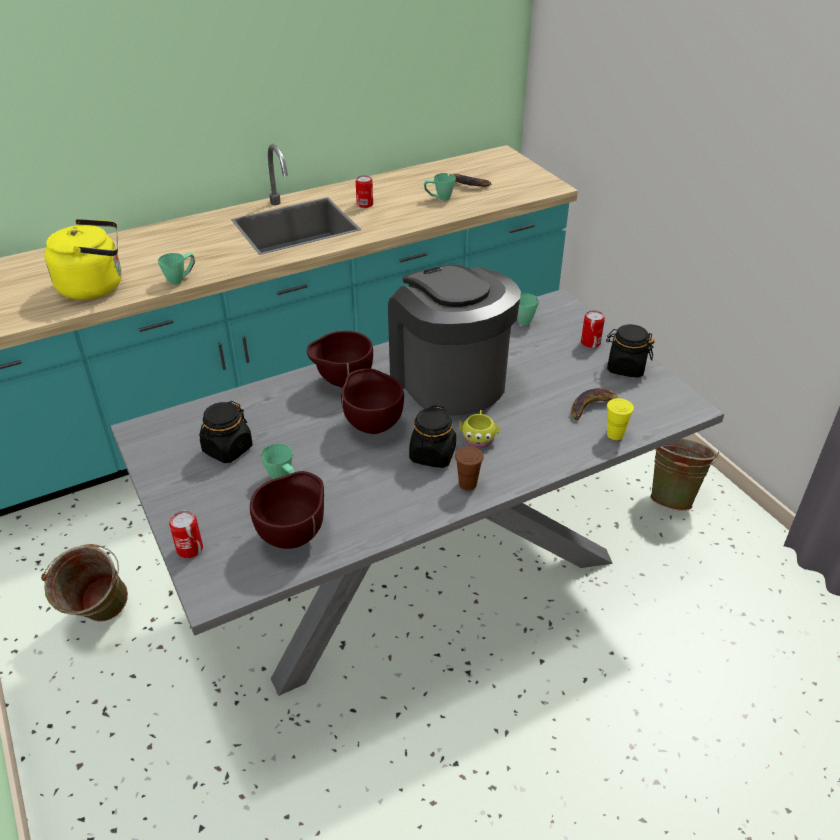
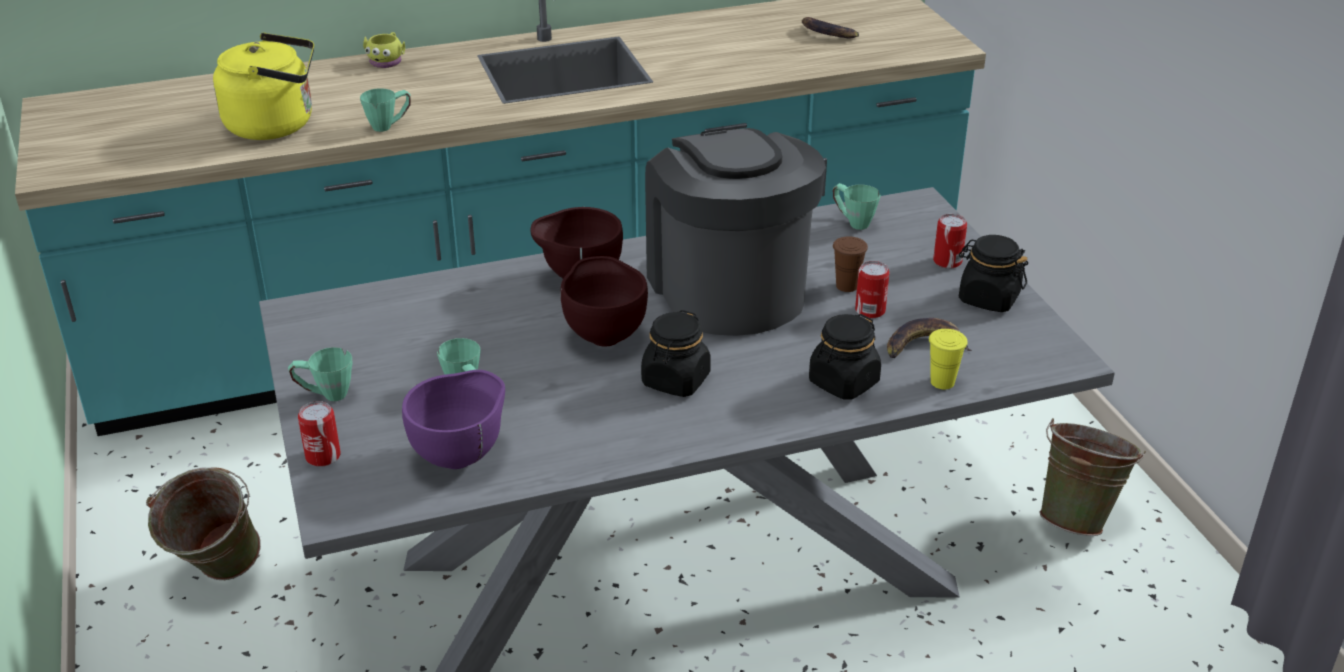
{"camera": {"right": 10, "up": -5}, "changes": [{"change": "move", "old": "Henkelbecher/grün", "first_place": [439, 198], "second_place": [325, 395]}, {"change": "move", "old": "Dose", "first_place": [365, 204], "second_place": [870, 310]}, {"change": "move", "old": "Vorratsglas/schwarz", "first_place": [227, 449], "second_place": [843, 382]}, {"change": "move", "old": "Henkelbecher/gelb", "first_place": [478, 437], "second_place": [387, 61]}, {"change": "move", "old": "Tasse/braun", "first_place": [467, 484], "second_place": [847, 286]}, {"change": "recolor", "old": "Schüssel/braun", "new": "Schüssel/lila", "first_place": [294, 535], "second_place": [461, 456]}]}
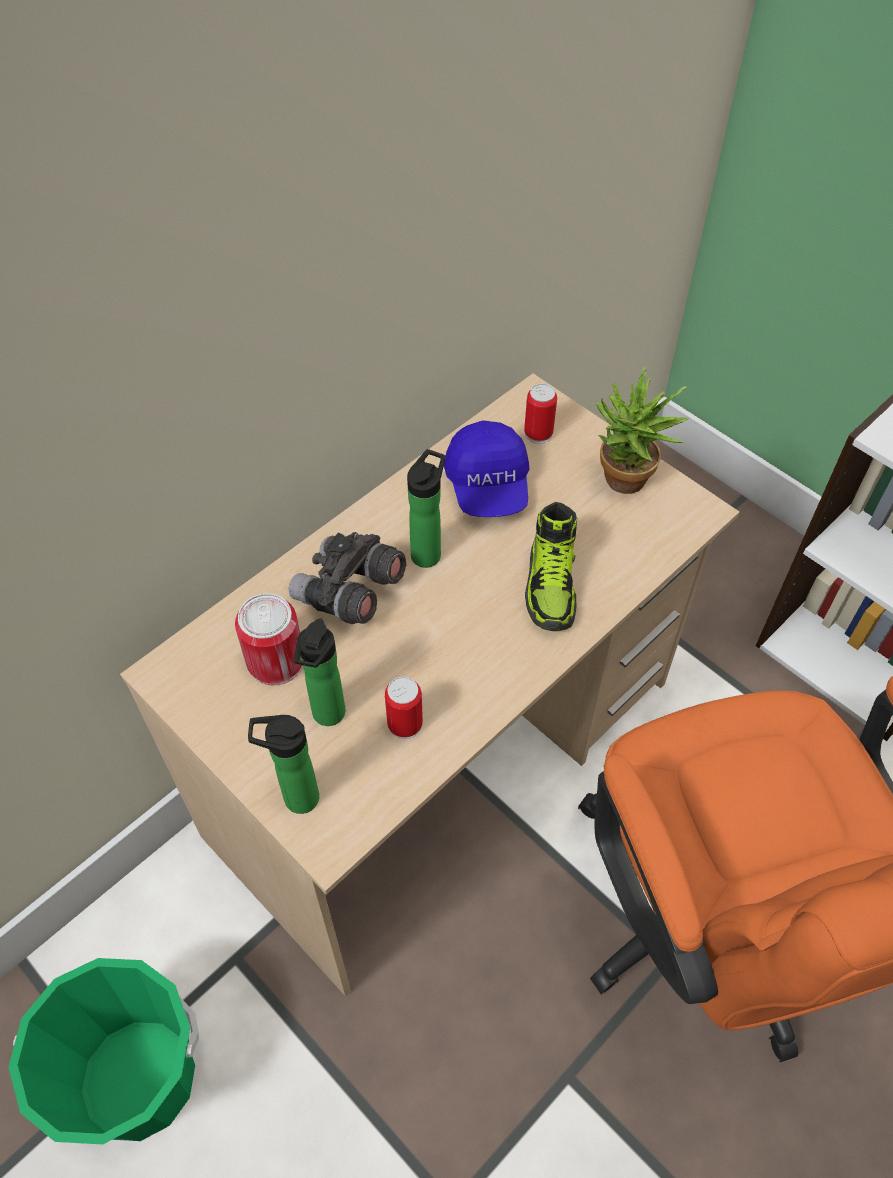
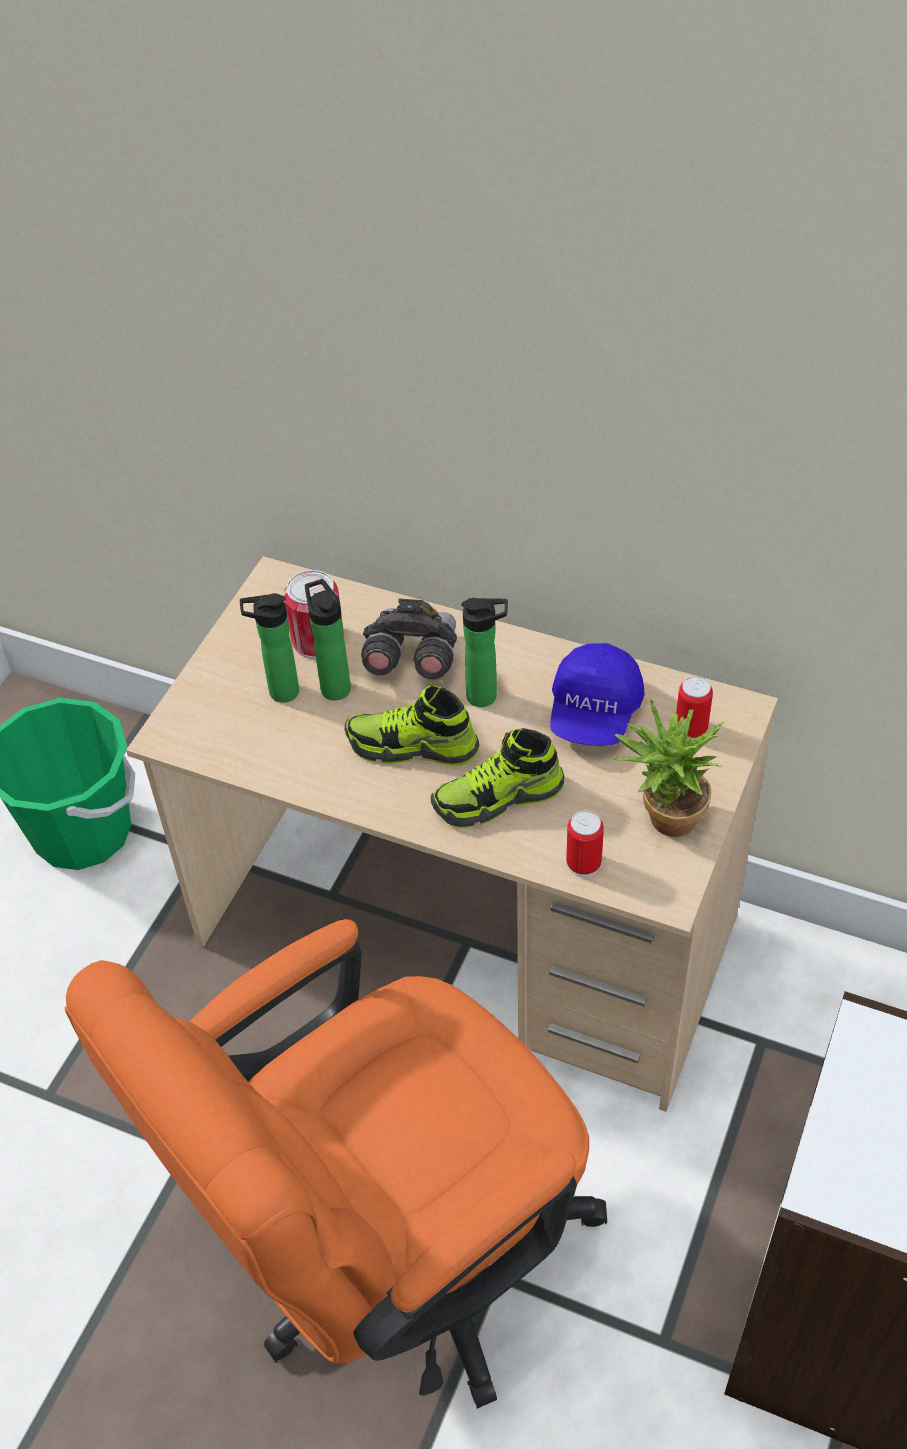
{"camera": {"right": 70, "up": -5}, "changes": [{"change": "rotate", "old": "Kappe/blau", "first_place": [488, 486], "second_place": [594, 713], "degrees": -45}, {"change": "move", "old": "Dose", "first_place": [405, 724], "second_place": [583, 863]}, {"change": "move", "old": "Flasche", "first_place": [295, 798], "second_place": [334, 686]}, {"change": "insert", "new": "Schuh", "second_place": [412, 747]}]}
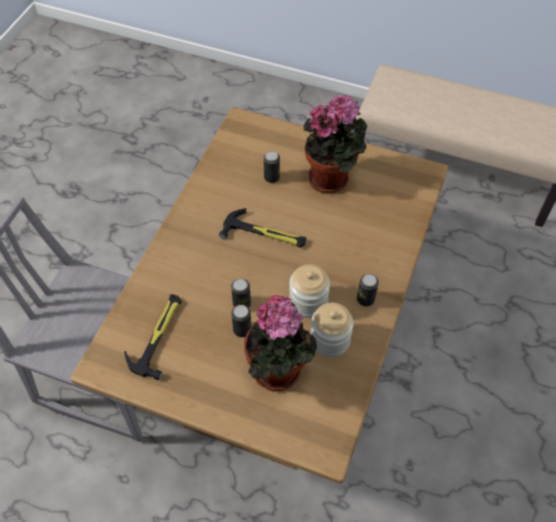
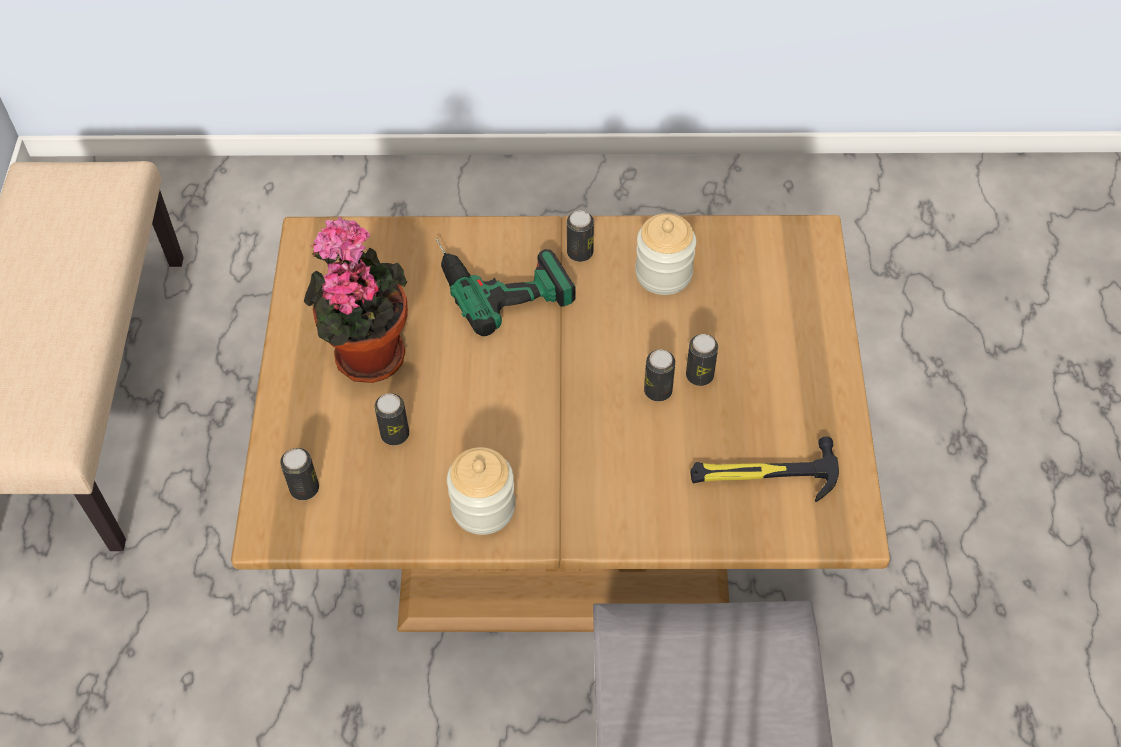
{"camera": {"right": -110, "up": 0}, "changes": [{"change": "delete", "old": "Hammer", "first_place": [265, 234]}, {"change": "move", "old": "Vorratsglas", "first_place": [308, 302], "second_place": [483, 507]}, {"change": "delete", "old": "Topfpflanze", "first_place": [280, 373]}, {"change": "insert", "new": "Bohrmaschine", "second_place": [499, 277]}, {"change": "insert", "new": "Dose", "second_place": [304, 488]}]}
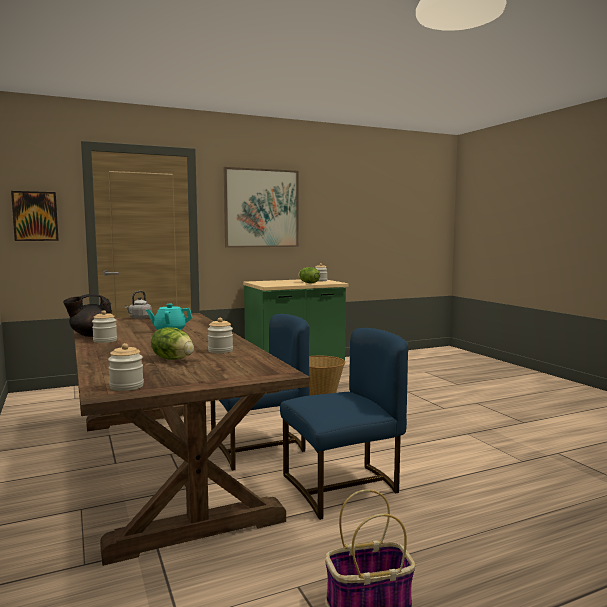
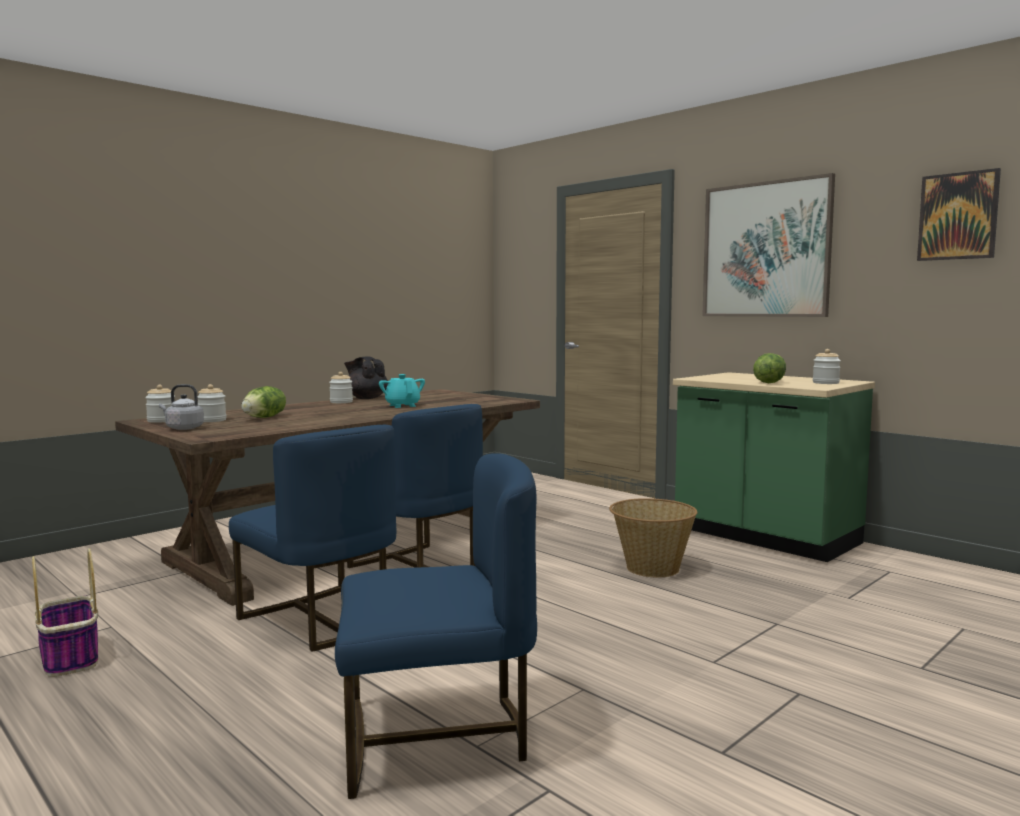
{"camera": {"right": 70, "up": 0}, "changes": [{"change": "move", "old": "Bild", "first_place": [35, 216], "second_place": [958, 216]}, {"change": "move", "old": "Wasserkessel/grau", "first_place": [139, 318], "second_place": [183, 428]}, {"change": "move", "old": "Vorratsglas", "first_place": [220, 351], "second_place": [212, 420]}, {"change": "insert", "new": "Stuhl/blau", "second_place": [436, 738]}]}
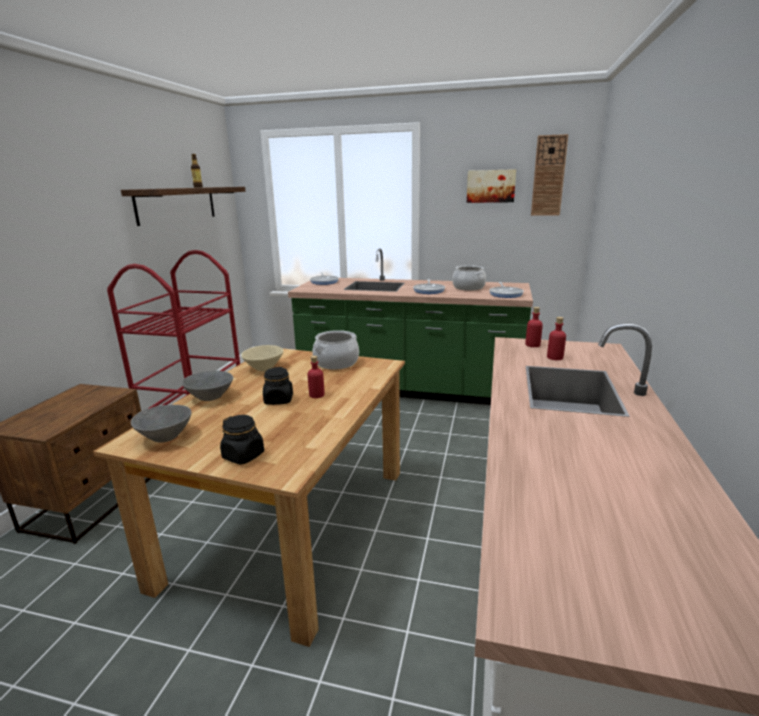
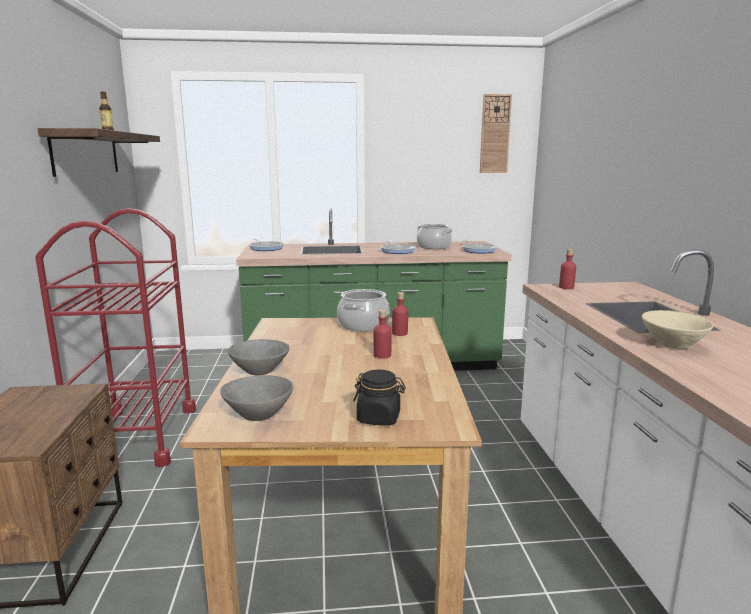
{"camera": {"right": -20, "up": -5}, "changes": [{"change": "delete", "old": "Bild", "first_place": [491, 186]}, {"change": "move", "old": "Flasche/rot", "first_place": [555, 357], "second_place": [400, 333]}, {"change": "move", "old": "Schüssel/beige", "first_place": [263, 368], "second_place": [673, 345]}, {"change": "delete", "old": "Vorratsglas/schwarz", "first_place": [279, 400]}]}
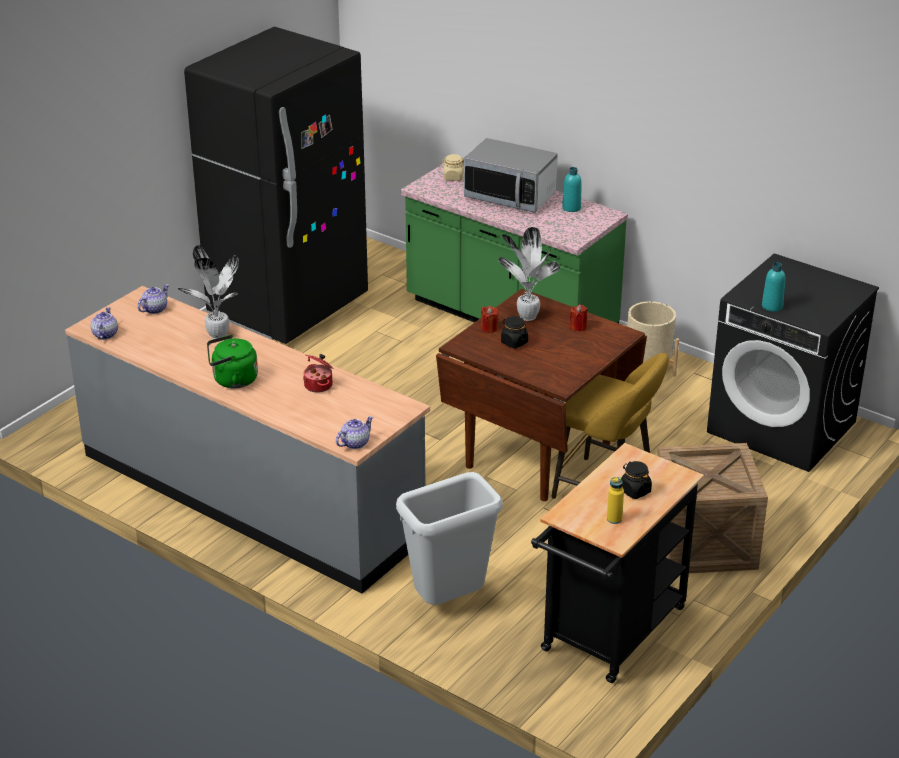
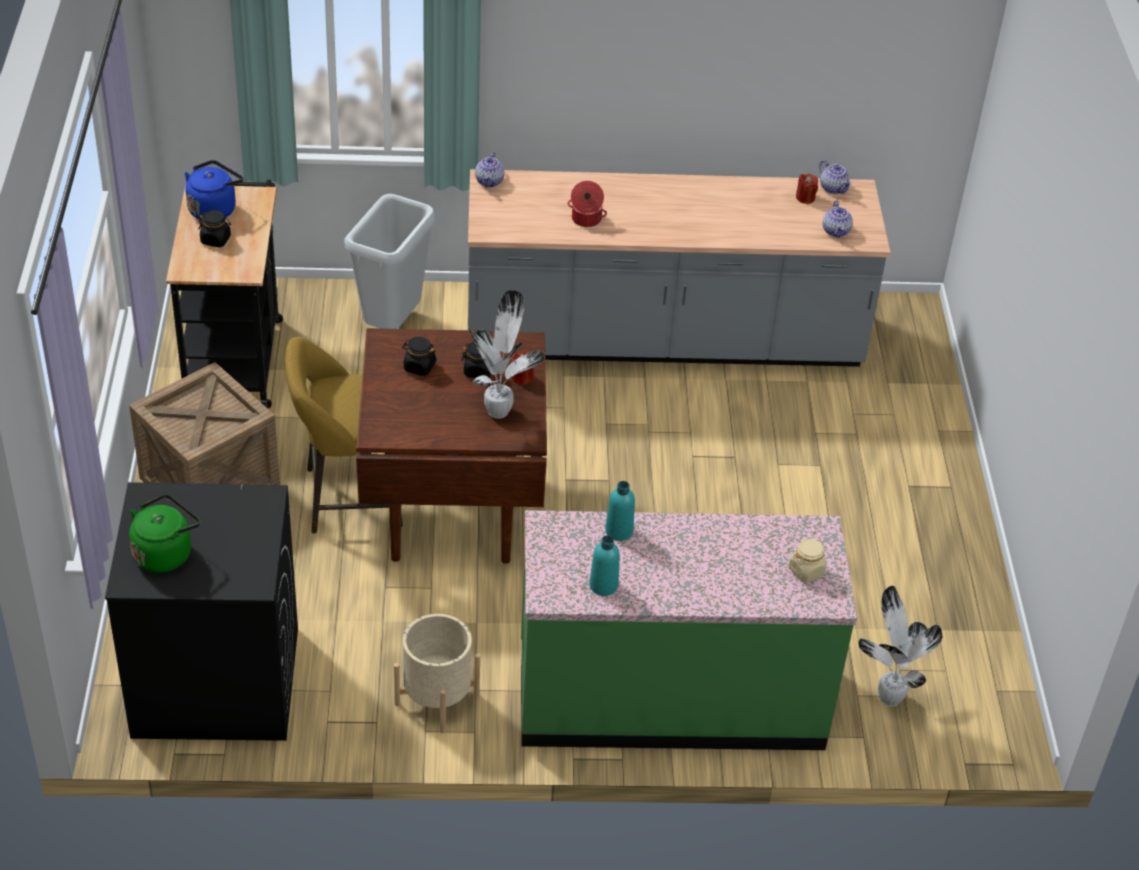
{"camera": {"right": 140, "up": 10}, "changes": [{"change": "delete", "old": "Kühlschrank/schwarz", "first_place": [288, 307]}, {"change": "delete", "old": "Mikrowelle", "first_place": [510, 196]}, {"change": "move", "old": "Topfpflanze", "first_place": [217, 336], "second_place": [888, 697]}, {"change": "move", "old": "Flasche/türkis", "first_place": [772, 306], "second_place": [619, 531]}, {"change": "move", "old": "Kerze/rot", "first_place": [578, 327], "second_place": [805, 198]}, {"change": "move", "old": "Wasserkessel/grün", "first_place": [232, 380], "second_place": [165, 553]}, {"change": "replace", "old": "Flasche/gelb", "new": "Wasserkessel/blau", "first_place": [614, 519], "second_place": [214, 209]}, {"change": "insert", "new": "Vorratsglas/schwarz", "second_place": [419, 367]}]}
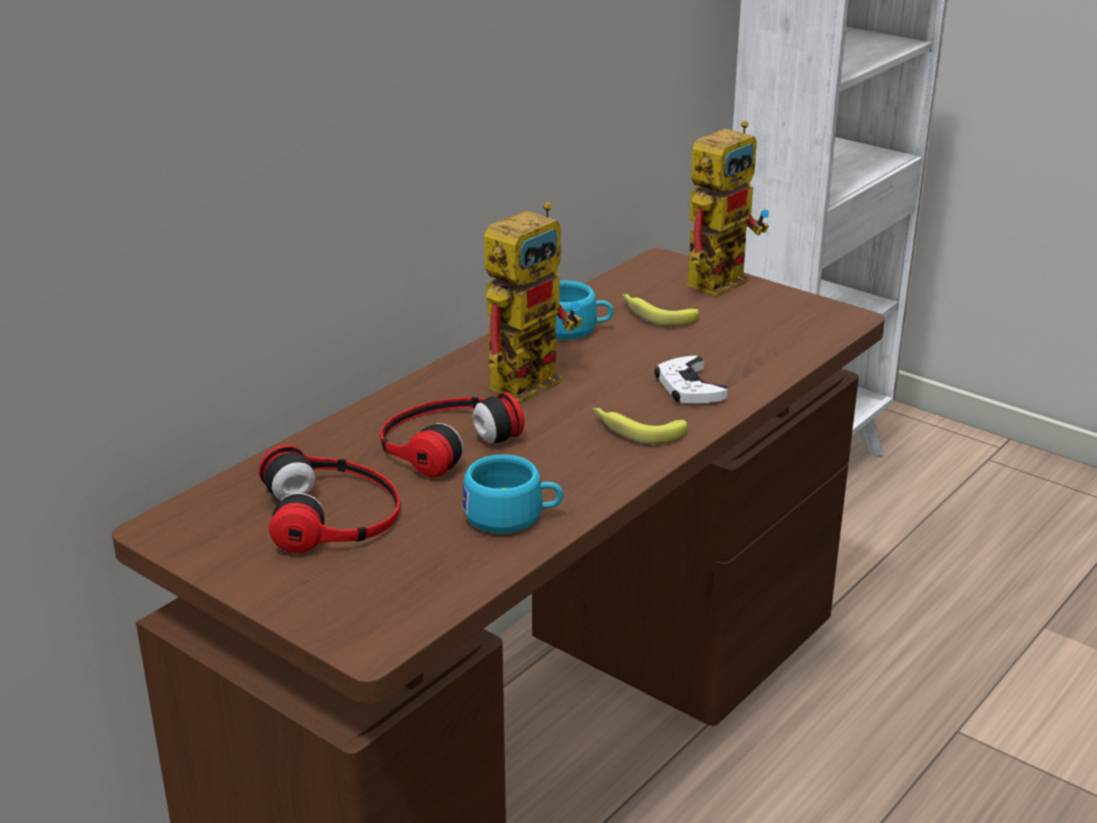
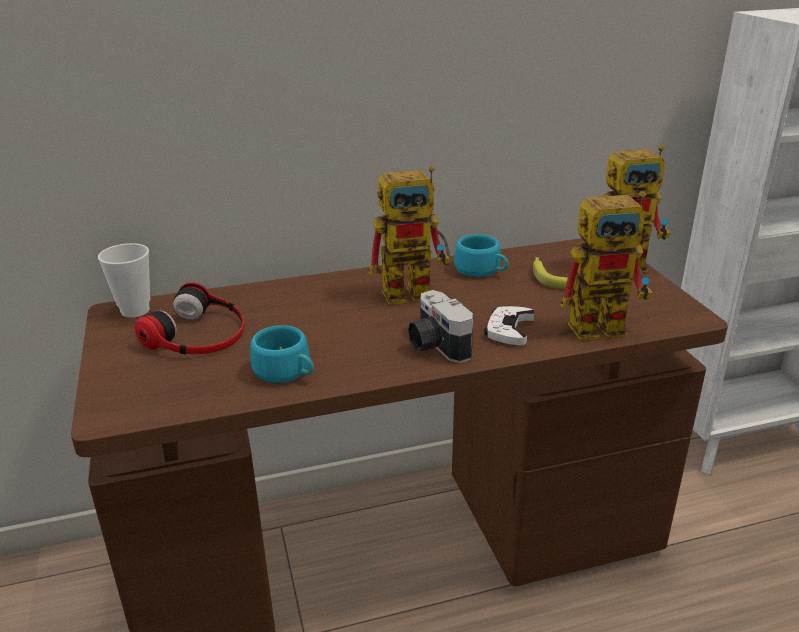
{"camera": {"right": 35, "up": 0}, "changes": [{"change": "delete", "old": "Kopfhörer", "first_place": [444, 441]}, {"change": "replace", "old": "Banane", "new": "Kamera", "first_place": [636, 430], "second_place": [435, 345]}, {"change": "insert", "new": "Spielzeugroboter", "second_place": [606, 326]}, {"change": "insert", "new": "Tasse", "second_place": [135, 310]}]}
